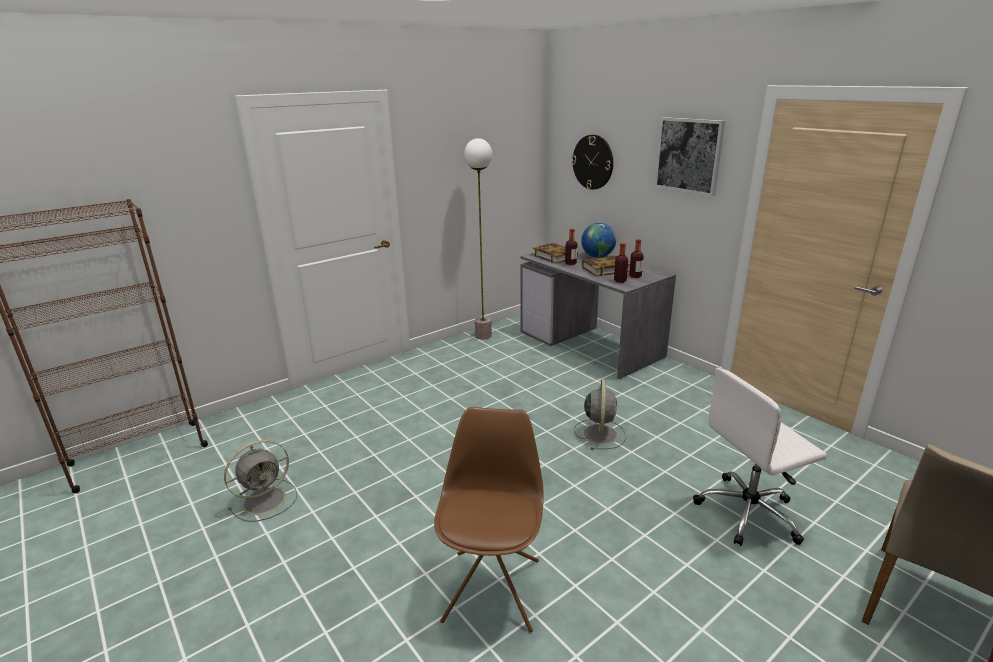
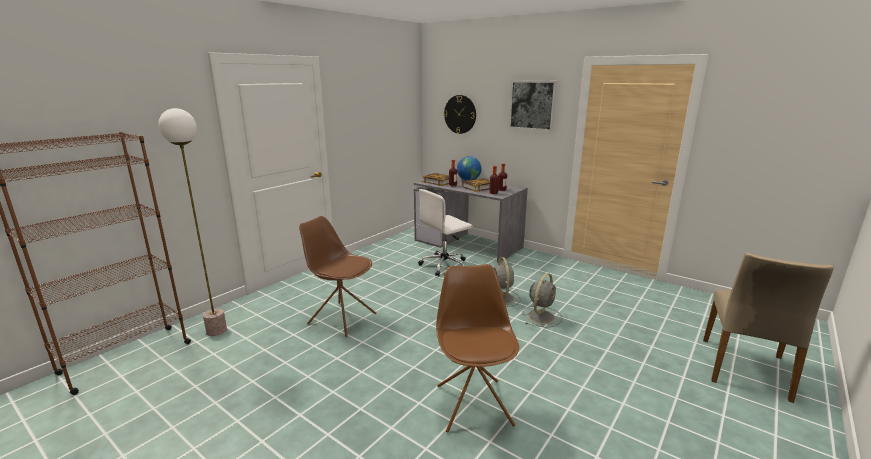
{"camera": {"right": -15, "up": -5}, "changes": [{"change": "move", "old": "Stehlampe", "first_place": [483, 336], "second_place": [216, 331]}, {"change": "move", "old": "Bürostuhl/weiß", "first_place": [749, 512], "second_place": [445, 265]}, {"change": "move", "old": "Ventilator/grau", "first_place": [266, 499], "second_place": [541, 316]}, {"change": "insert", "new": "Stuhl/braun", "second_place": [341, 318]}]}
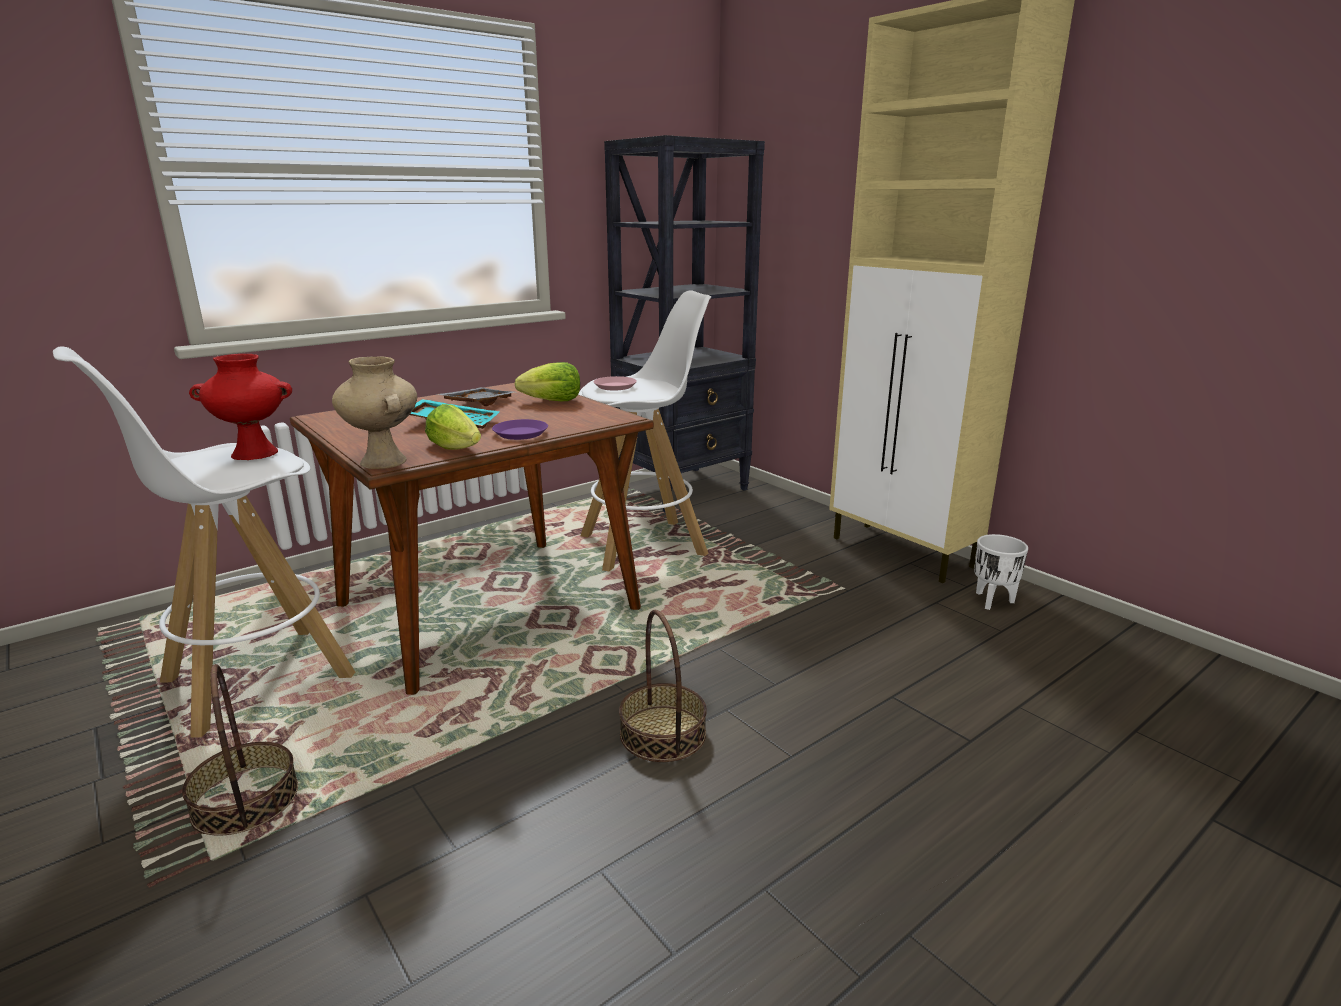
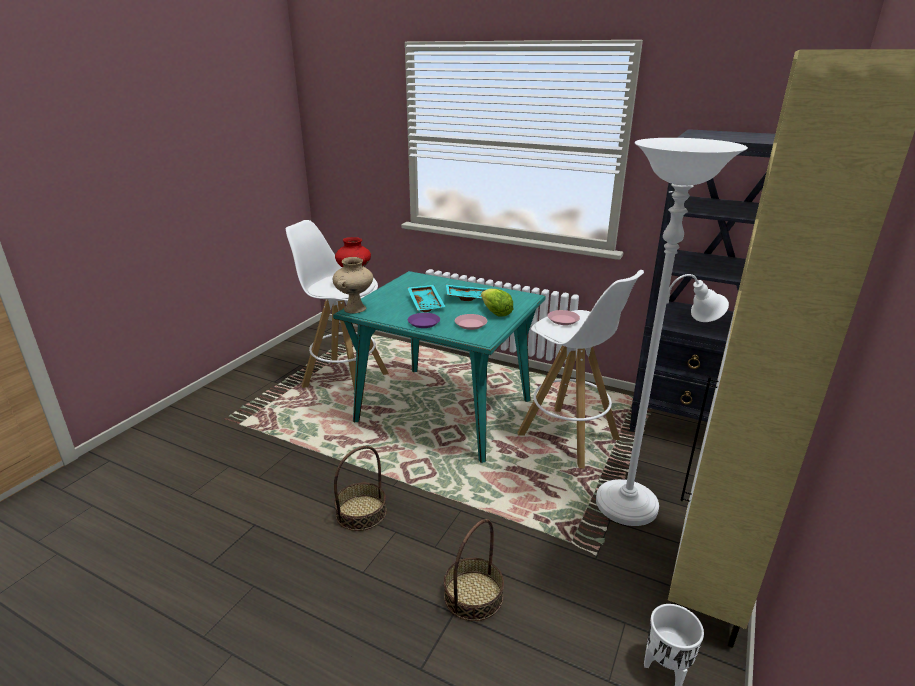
{"camera": {"right": 65, "up": 5}, "changes": [{"change": "recolor", "old": "Esstisch/braun", "new": "Esstisch/türkis", "first_place": [487, 607], "second_place": [443, 410]}, {"change": "recolor", "old": "Tablett/grau", "new": "Tablett/türkis", "first_place": [478, 404], "second_place": [469, 298]}, {"change": "delete", "old": "Salatkopf", "first_place": [457, 448]}, {"change": "move", "old": "Korb", "first_place": [246, 800], "second_place": [473, 595]}, {"change": "insert", "new": "Stehlampe/weiß", "second_place": [633, 501]}, {"change": "insert", "new": "Teller/rosa", "second_place": [471, 324]}]}
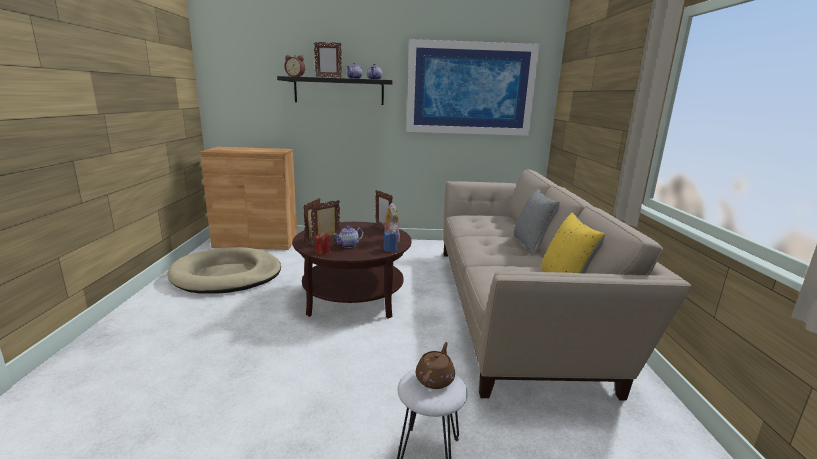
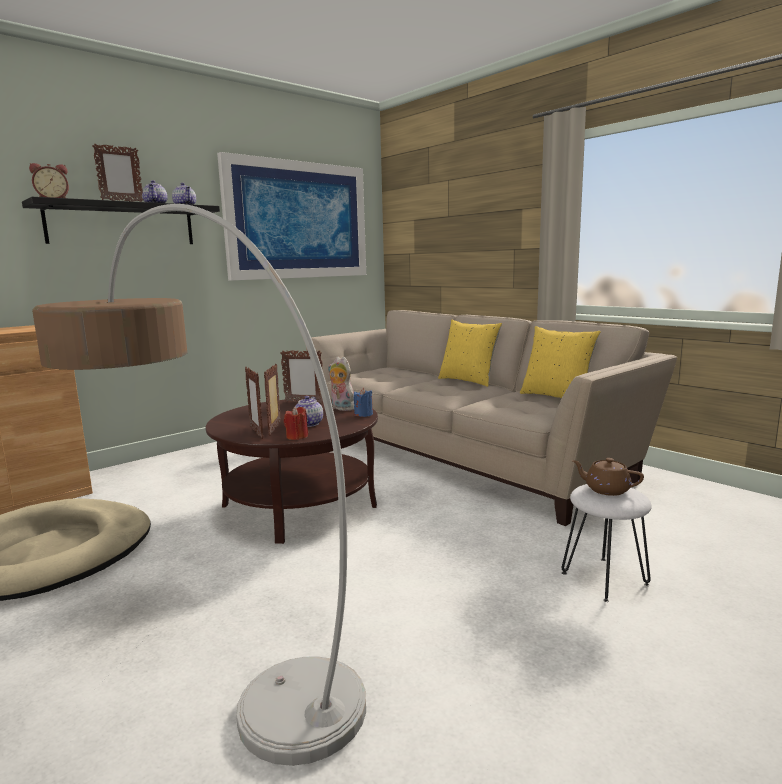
{"camera": {"right": -40, "up": -5}, "changes": [{"change": "recolor", "old": "Kissen/grau", "new": "Kissen/gelb", "first_place": [531, 245], "second_place": [468, 381]}, {"change": "rotate", "old": "Teekanne/braun", "first_place": [435, 379], "second_place": [606, 490], "degrees": -45}, {"change": "insert", "new": "Stehlampe", "second_place": [203, 641]}]}
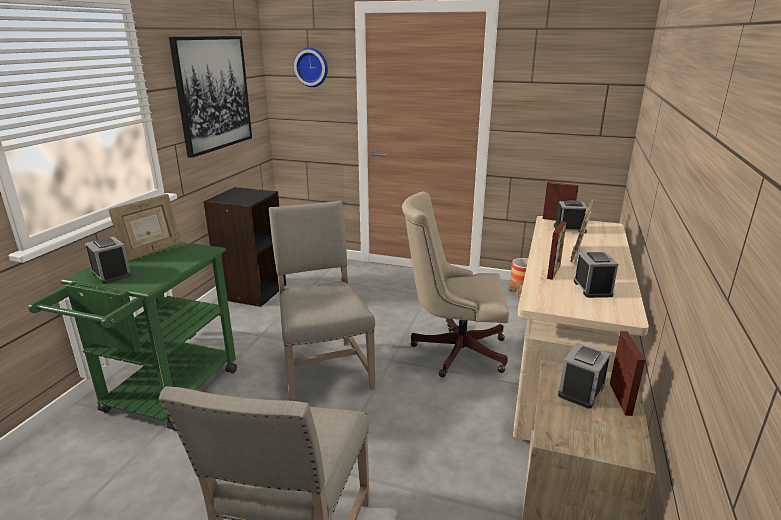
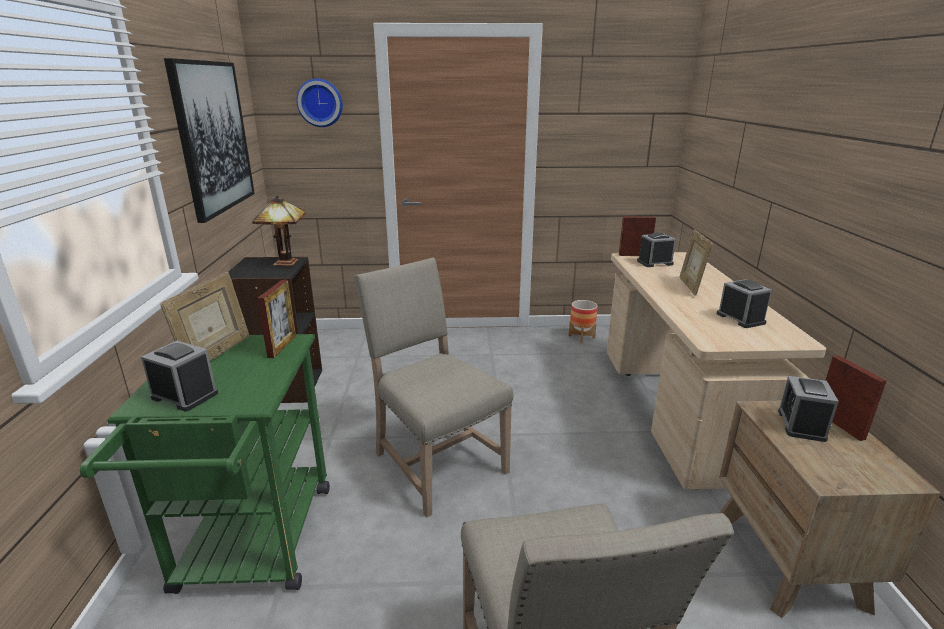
{"camera": {"right": -20, "up": 0}, "changes": [{"change": "delete", "old": "Bürostuhl/beige", "first_place": [453, 350]}, {"change": "move", "old": "Bilderrahmen", "first_place": [553, 272], "second_place": [282, 346]}, {"change": "insert", "new": "Tischlampe", "second_place": [285, 262]}]}
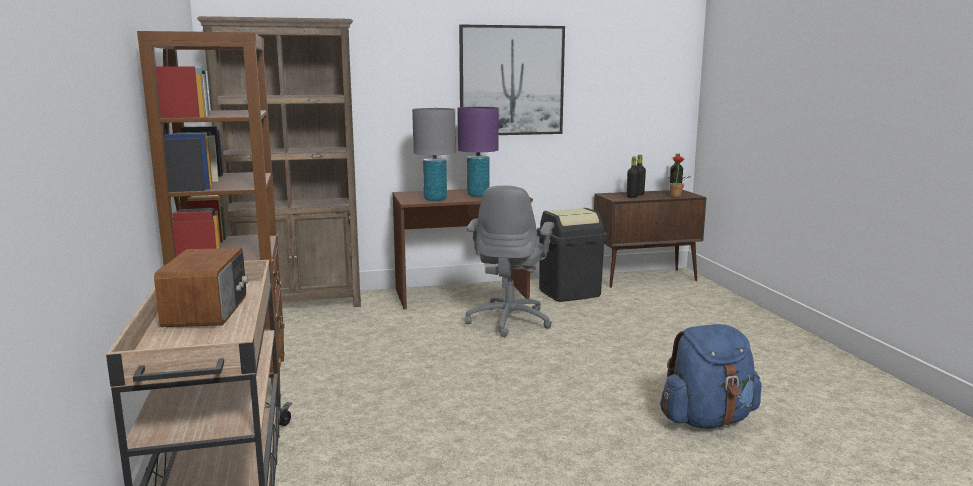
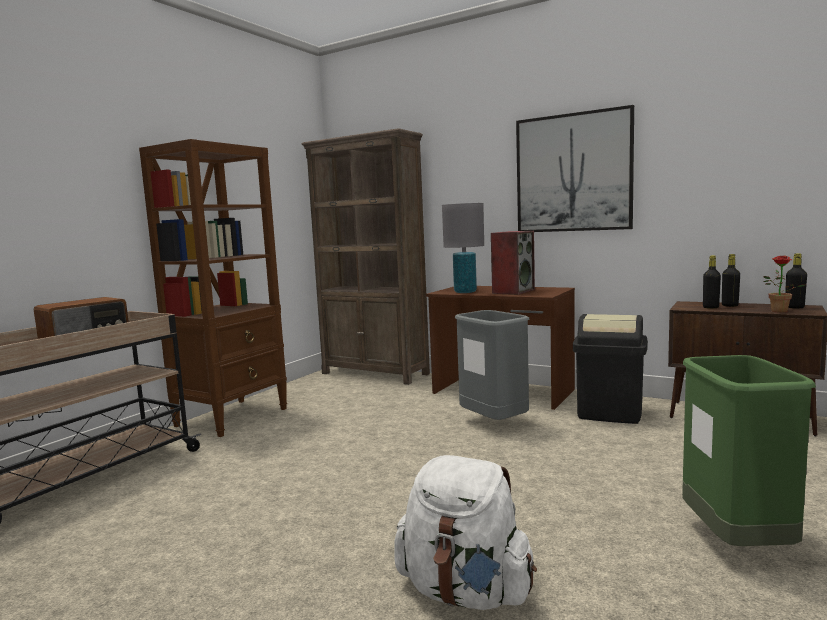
{"camera": {"right": 45, "up": -5}, "changes": [{"change": "replace", "old": "Tischlampe/lila", "new": "Lautsprecher", "first_place": [478, 195], "second_place": [513, 291]}, {"change": "replace", "old": "Bürostuhl/grau", "new": "Mülleimer/grau", "first_place": [510, 321], "second_place": [493, 423]}, {"change": "recolor", "old": "Rucksack/blau", "new": "Rucksack/weiß", "first_place": [707, 420], "second_place": [465, 592]}, {"change": "insert", "new": "Mülleimer/grün", "second_place": [736, 542]}]}
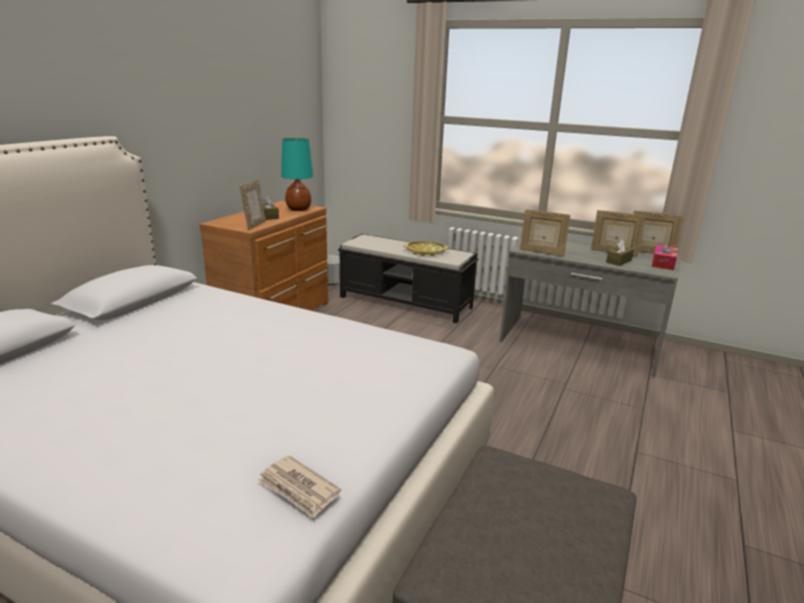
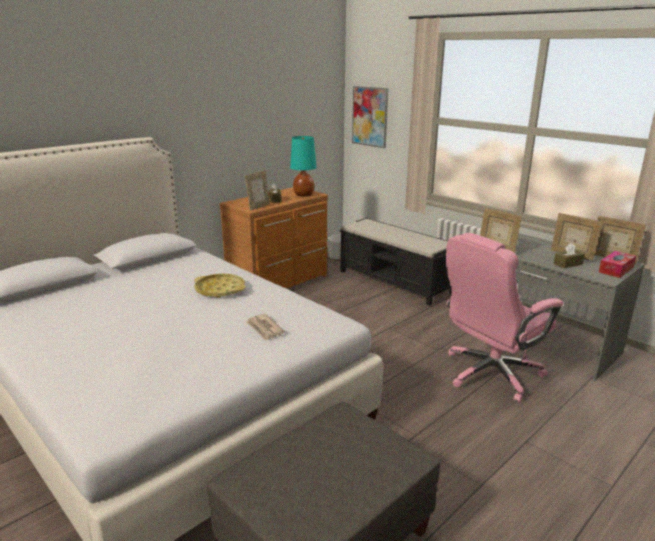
{"camera": {"right": 20, "up": 0}, "changes": [{"change": "move", "old": "Tablett/gelb", "first_place": [425, 251], "second_place": [220, 290]}, {"change": "move", "old": "Zeitung", "first_place": [298, 489], "second_place": [264, 329]}, {"change": "insert", "new": "Bild", "second_place": [370, 116]}, {"change": "insert", "new": "Bürostuhl/rosa", "second_place": [490, 373]}]}
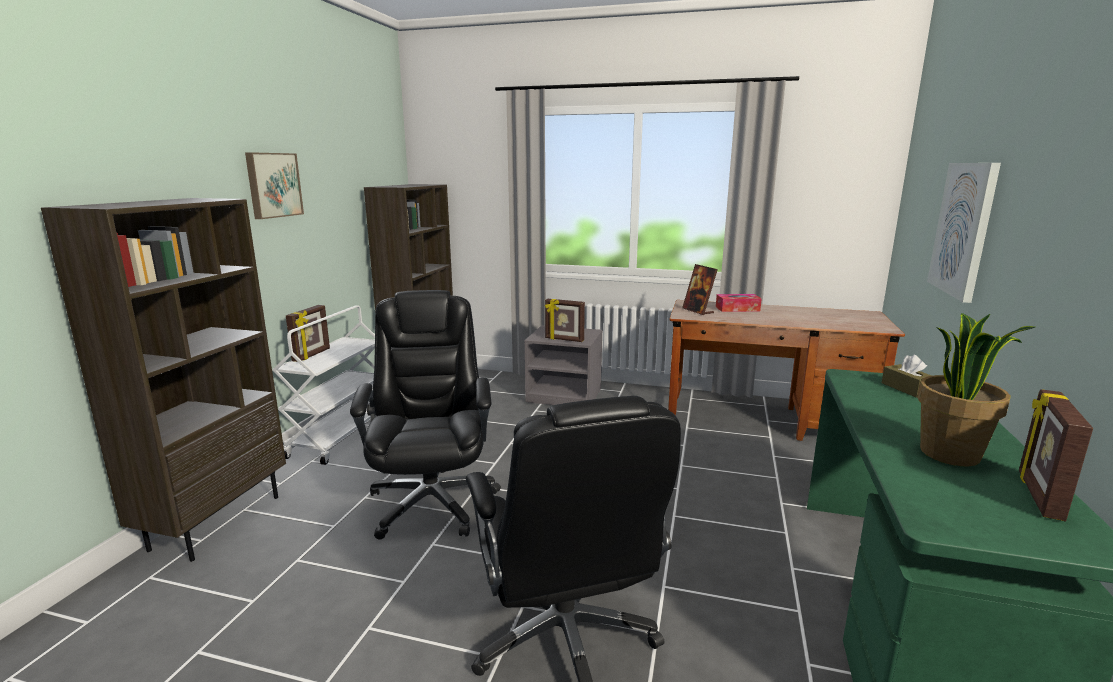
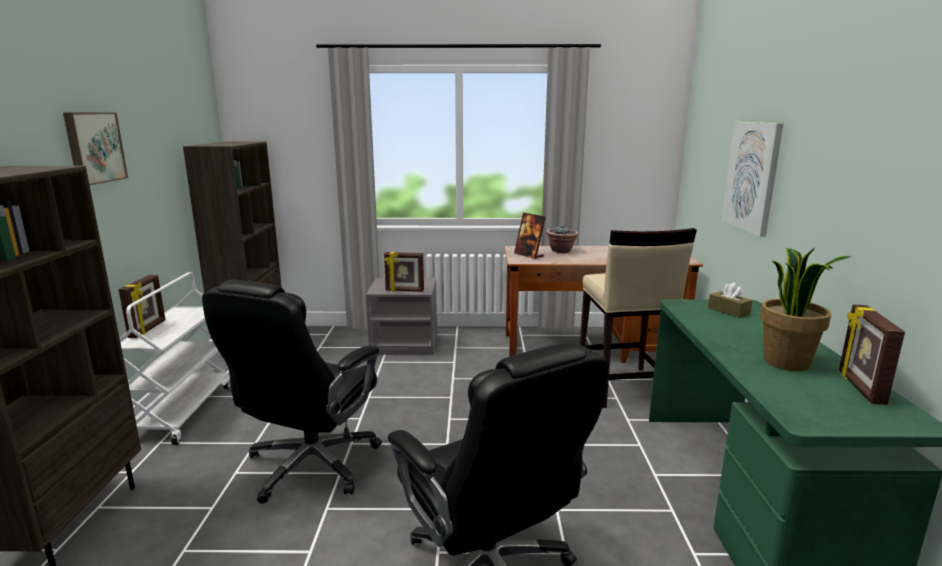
{"camera": {"right": -15, "up": 0}, "changes": [{"change": "rotate", "old": "Bürostuhl/schwarz", "first_place": [432, 501], "second_place": [310, 465], "degrees": -135}, {"change": "replace", "old": "Taschentuchbox", "new": "Topfpflanze", "first_place": [737, 309], "second_place": [561, 251]}, {"change": "insert", "new": "Hocker/beige", "second_place": [623, 387]}]}
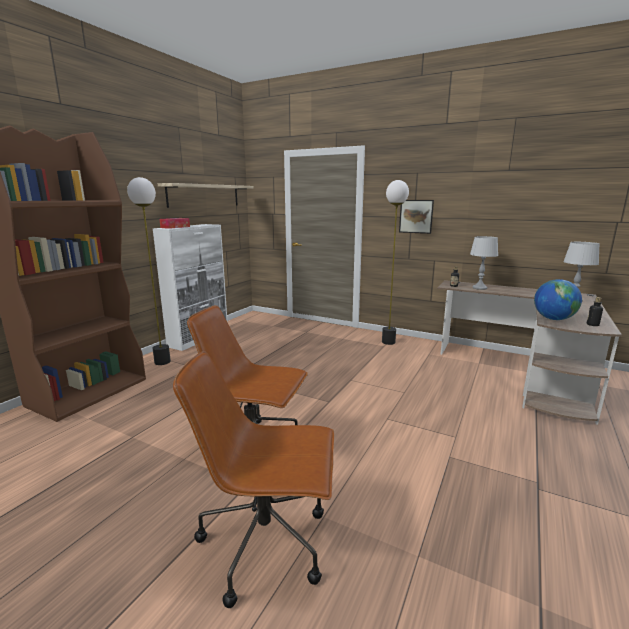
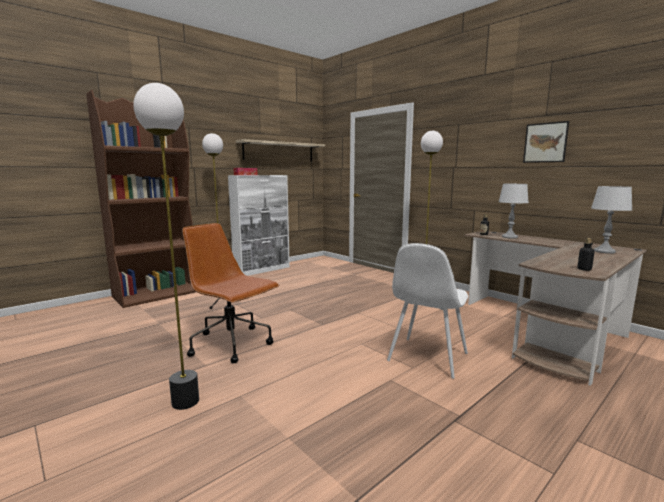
{"camera": {"right": 20, "up": -5}, "changes": [{"change": "move", "old": "Bild", "first_place": [416, 216], "second_place": [545, 142]}, {"change": "delete", "old": "Globus", "first_place": [553, 319]}, {"change": "replace", "old": "Bürostuhl/braun", "new": "Stehlampe", "first_place": [267, 542], "second_place": [185, 401]}, {"change": "insert", "new": "Stuhl/weiß", "second_place": [427, 358]}]}
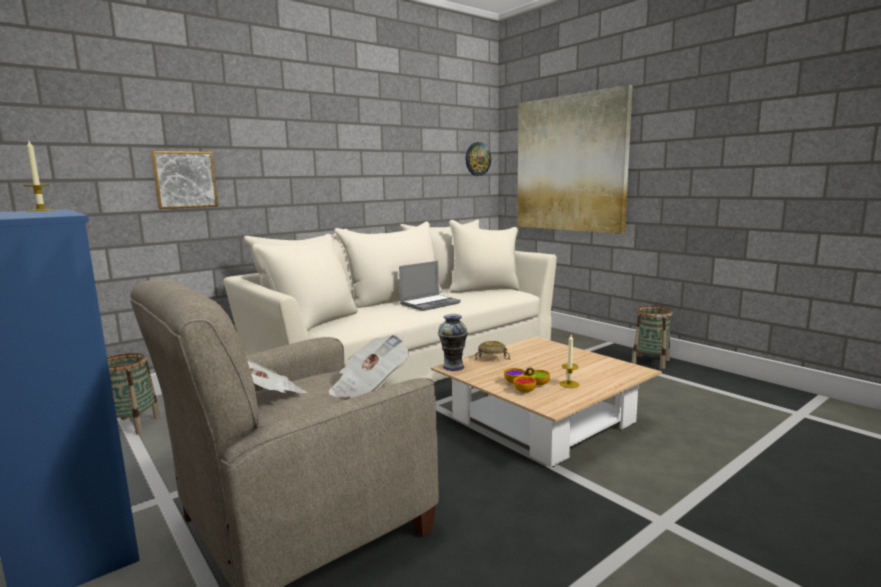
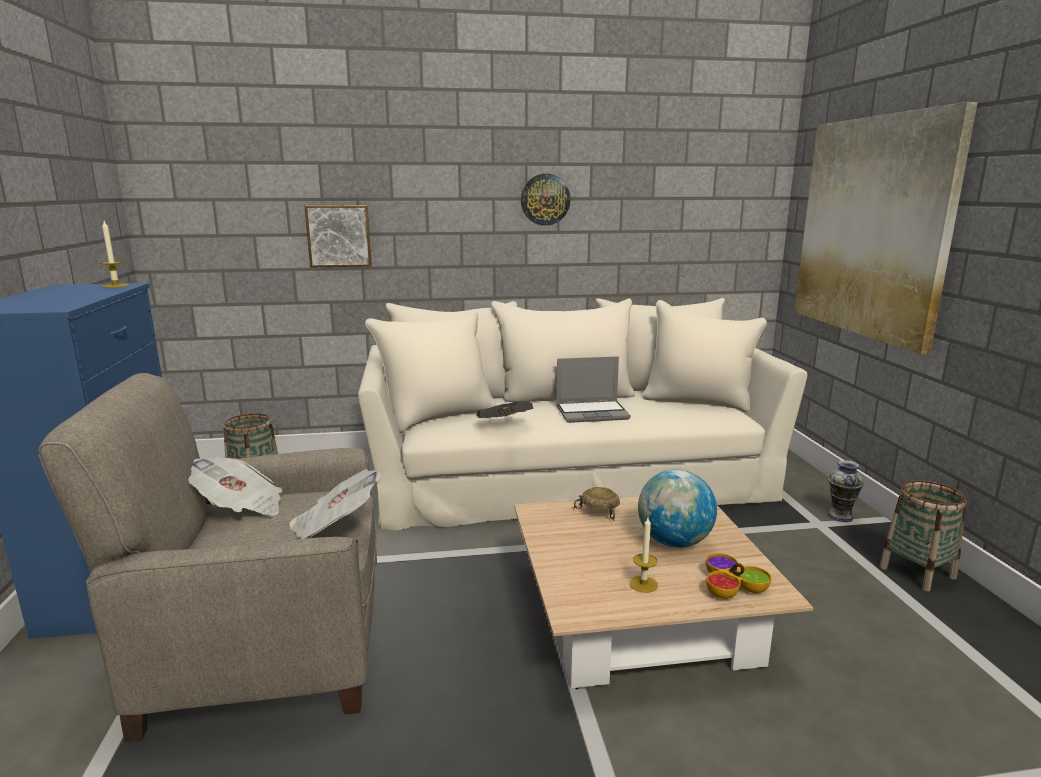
{"camera": {"right": 30, "up": 5}, "changes": [{"change": "move", "old": "Wanduhr", "first_place": [477, 159], "second_place": [545, 199]}, {"change": "move", "old": "Vase", "first_place": [453, 367], "second_place": [840, 516]}, {"change": "move", "old": "Schüssel", "first_place": [526, 385], "second_place": [731, 586]}, {"change": "insert", "new": "Zeitung", "second_place": [504, 426]}, {"change": "insert", "new": "Globus", "second_place": [674, 542]}]}
